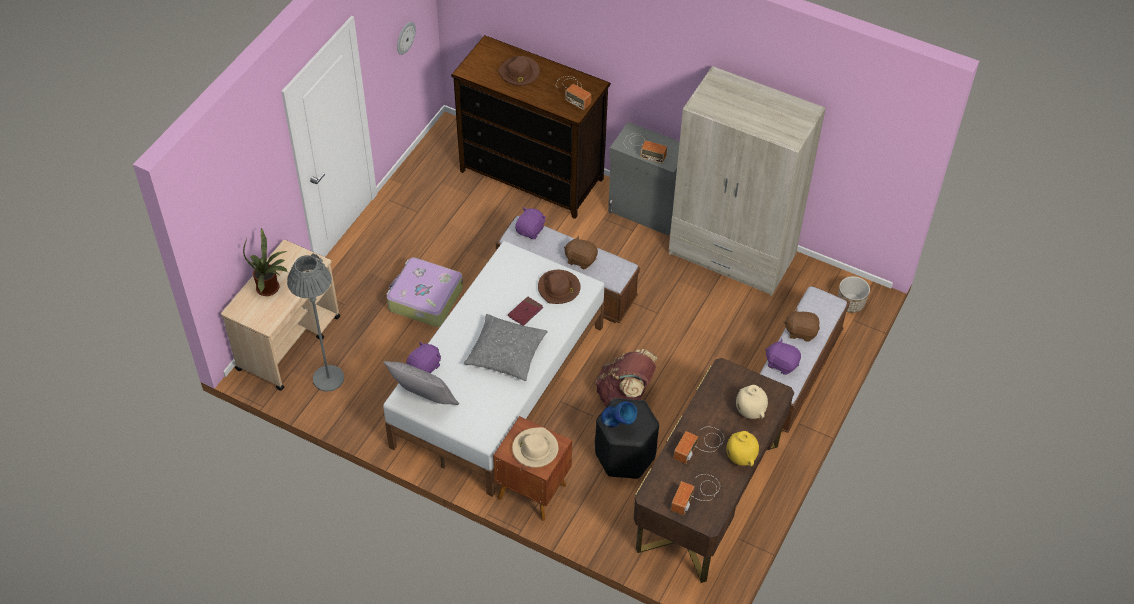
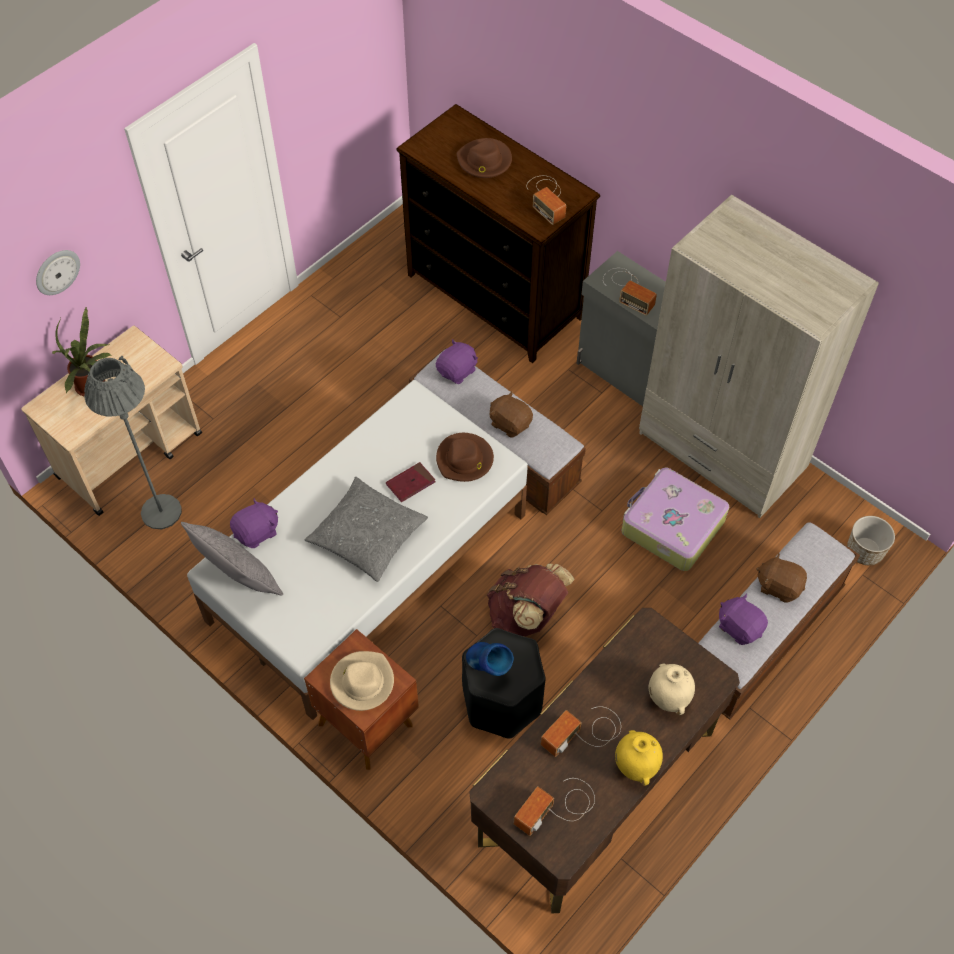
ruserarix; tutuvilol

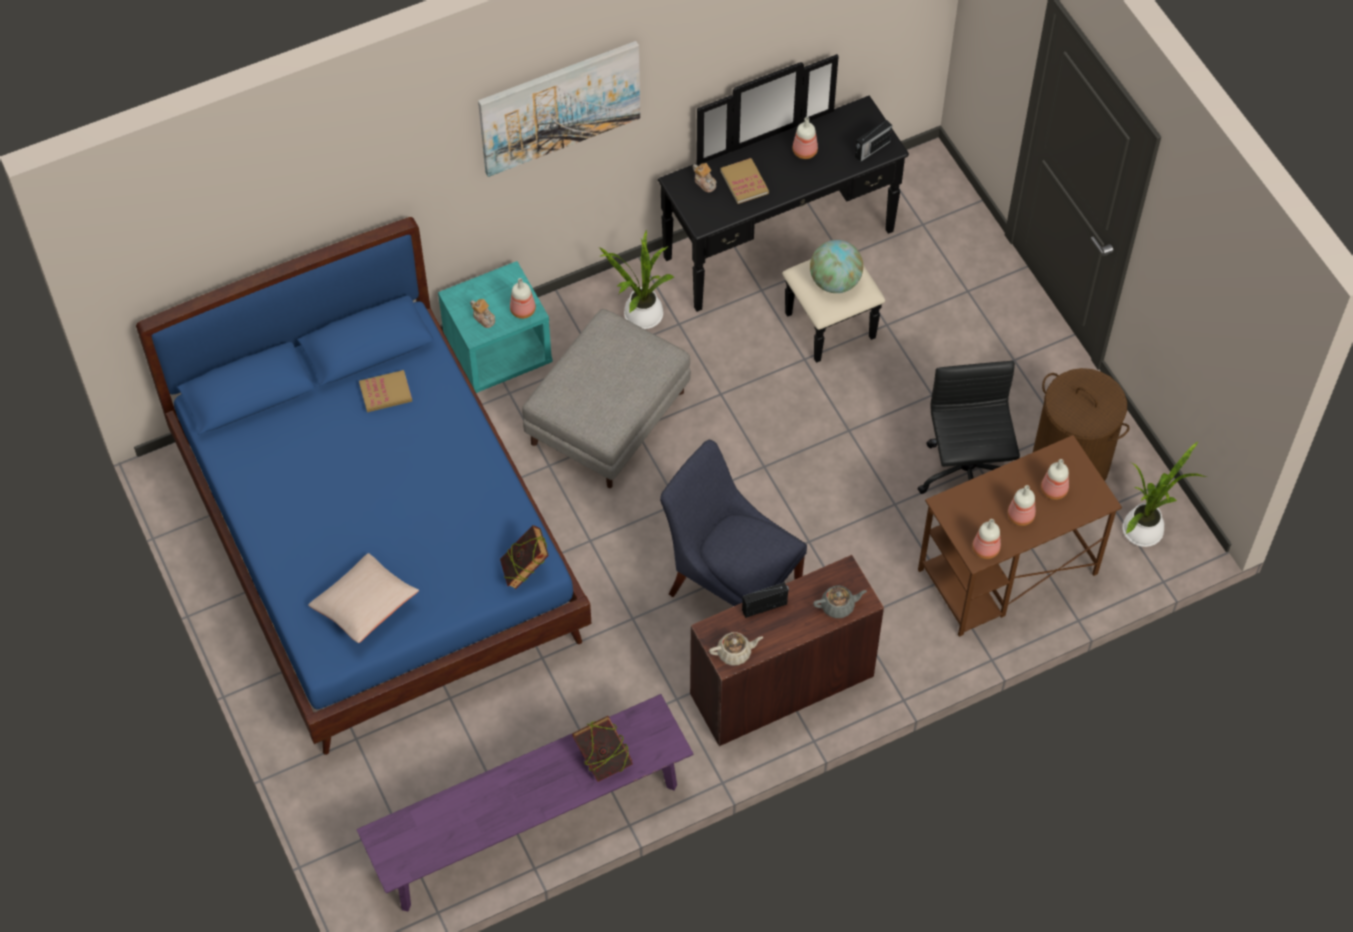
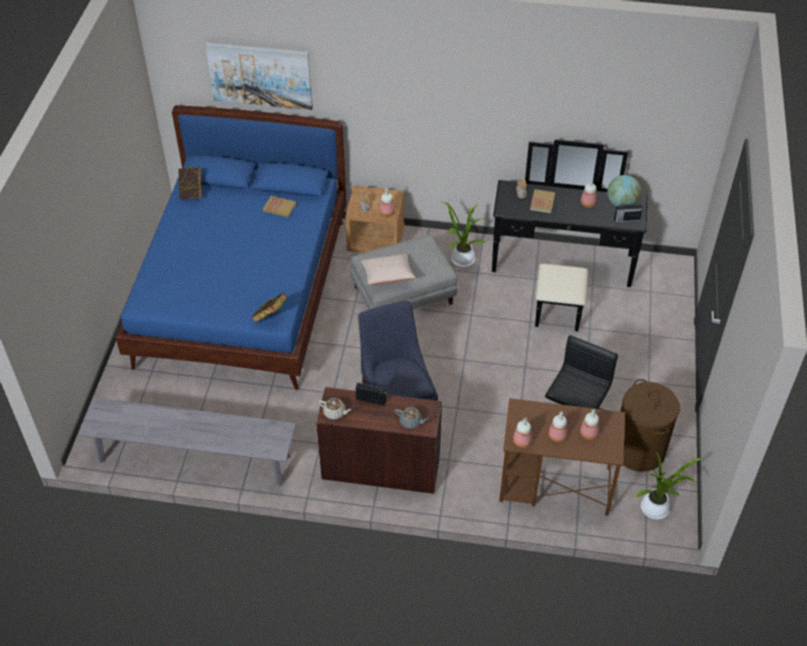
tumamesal; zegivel; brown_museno; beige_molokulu; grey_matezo; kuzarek (no. 1 from left)

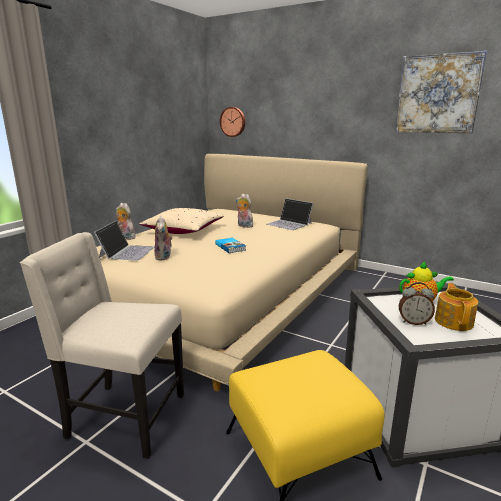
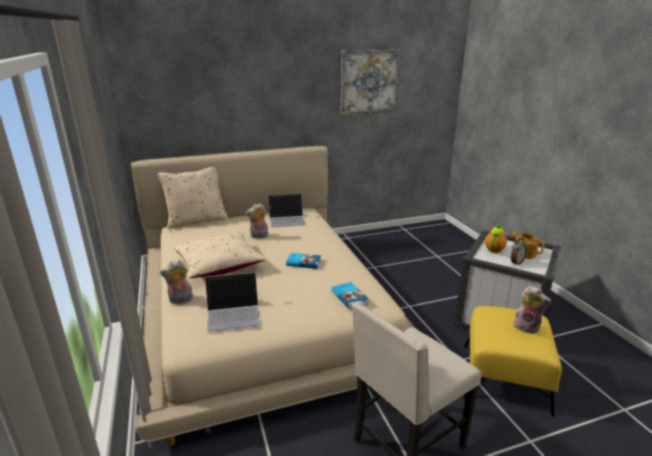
ruserarix; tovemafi (no. 3 from left); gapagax (no. 1 from left); beige_molokulu (no. 1 from left); kuzarek (no. 2 from left)

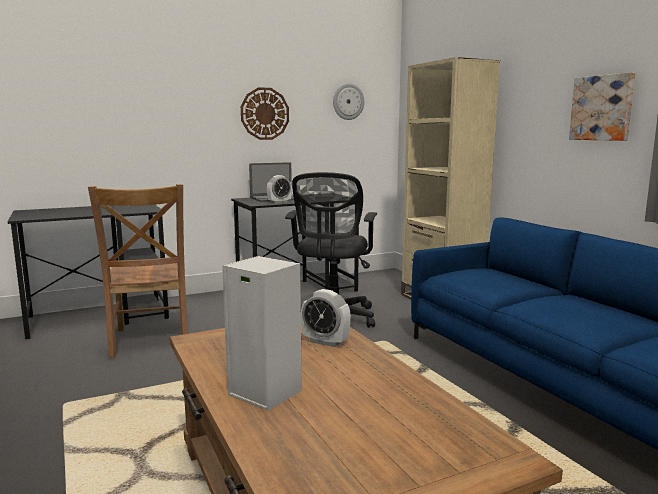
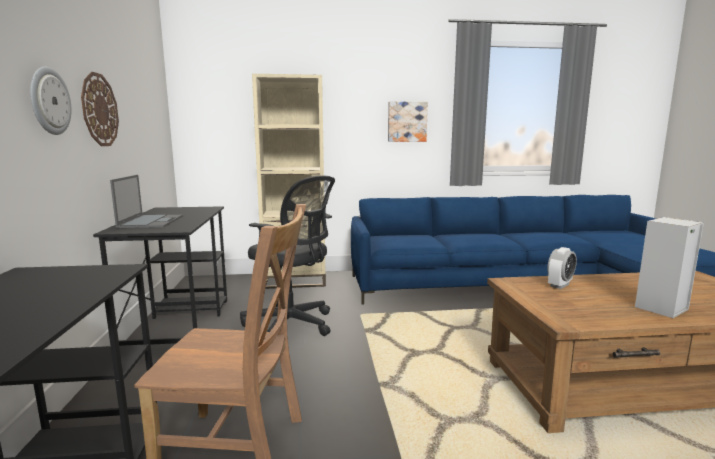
ruserarix (no. 1 from left); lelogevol (no. 1 from left in the first image)

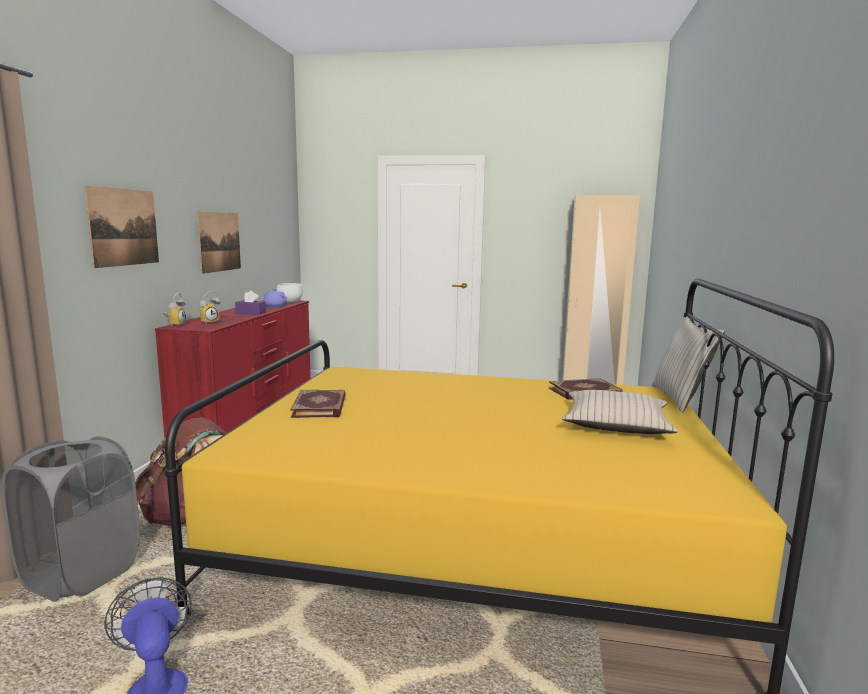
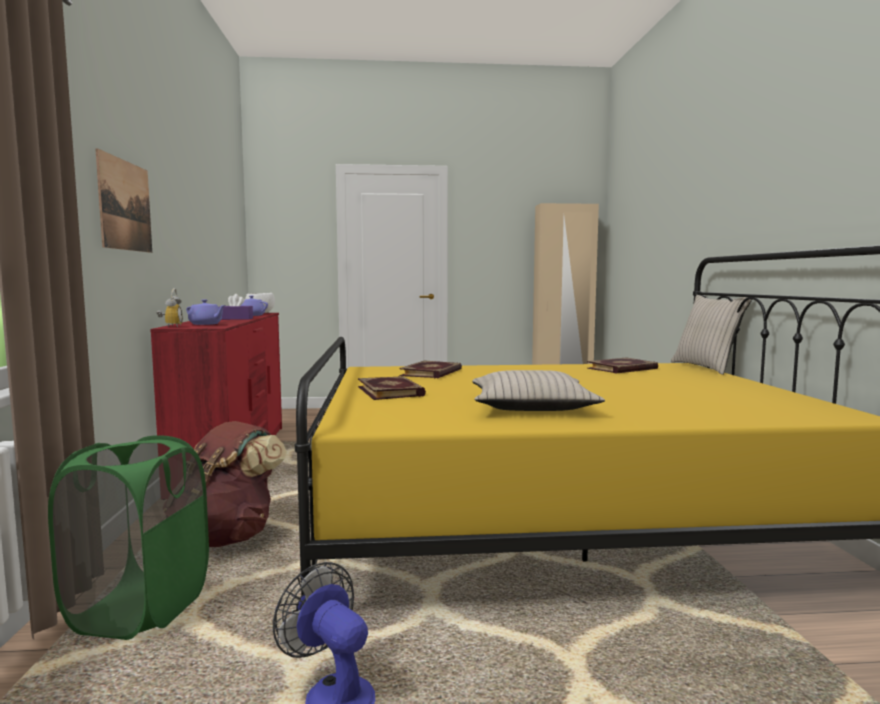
tumamesal (no. 2 from left in the first image); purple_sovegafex (no. 1 from left); beige_molokulu (no. 1 from left); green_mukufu; kuzarek (no. 2 from left)

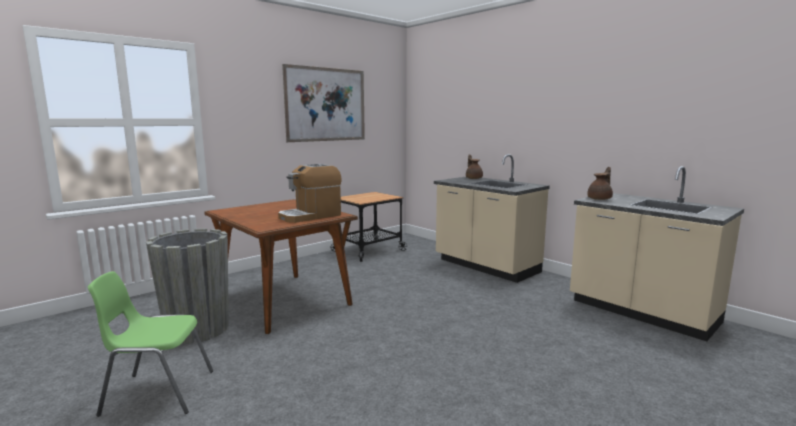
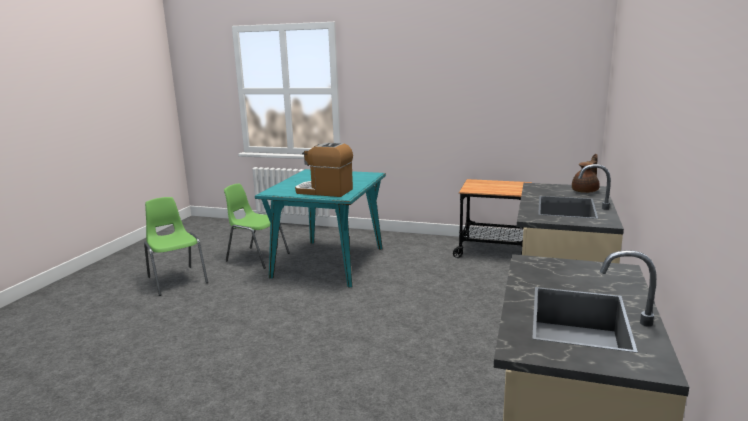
tumamesal; brown_sovegafex (no. 2 from left in the first image); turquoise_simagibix; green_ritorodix (no. 2 from left)

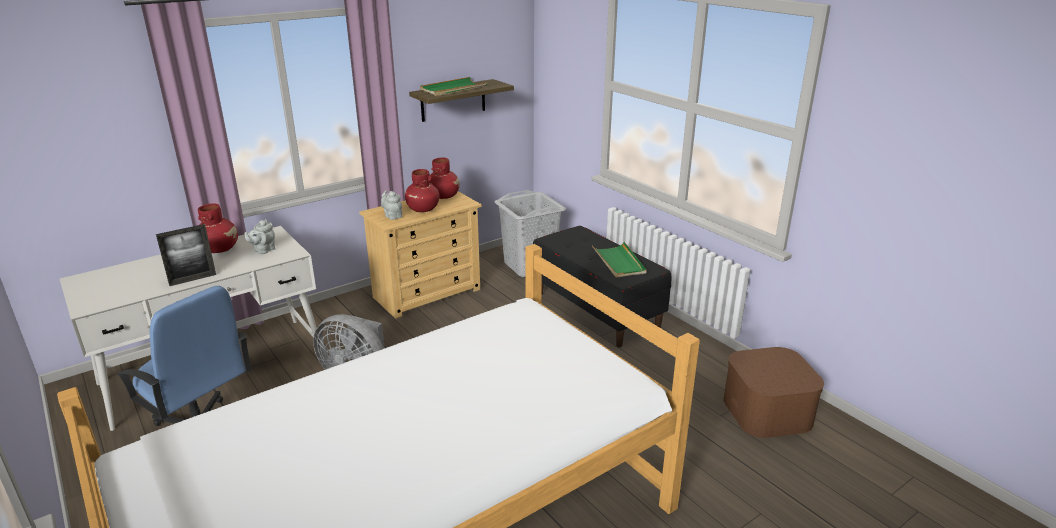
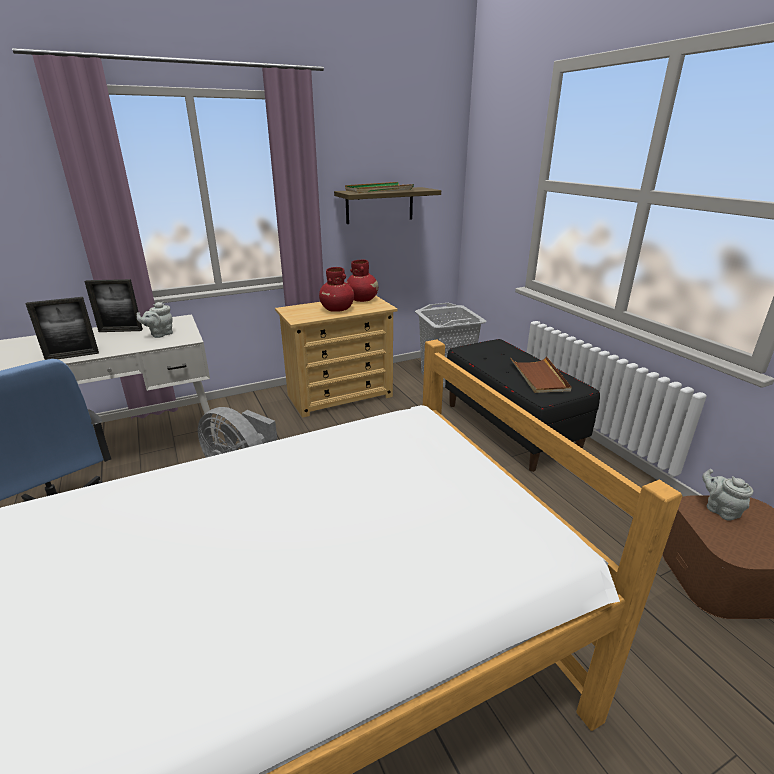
grey_sovegafex (no. 2 from left); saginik (no. 2 from left); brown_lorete

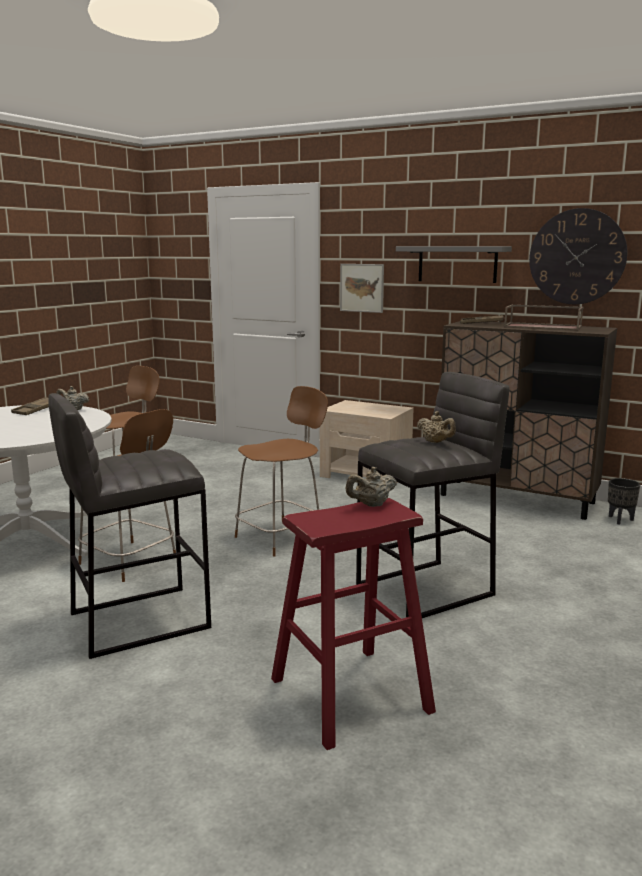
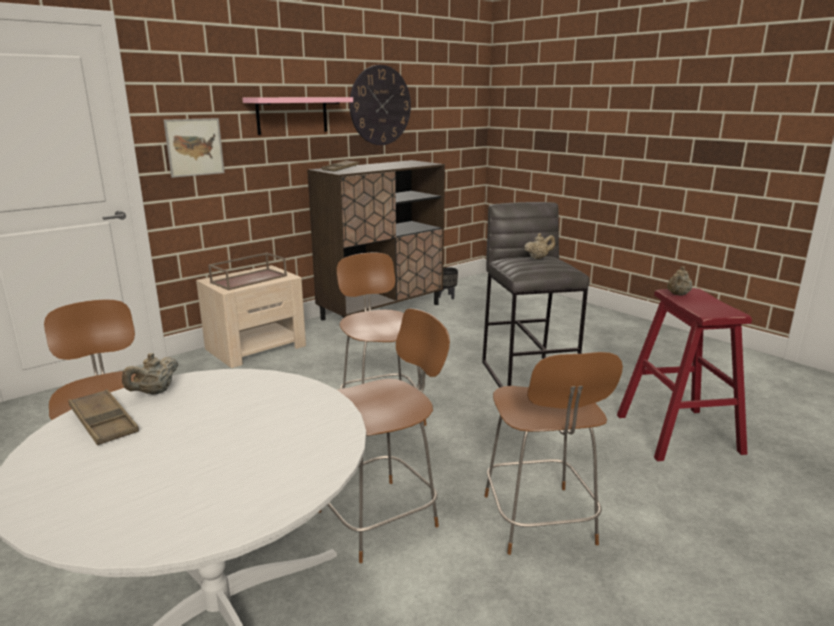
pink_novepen; brown_lorete (no. 2 from left); brown_ritorodix (no. 4 from left); beige_sovegafex (no. 3 from left)

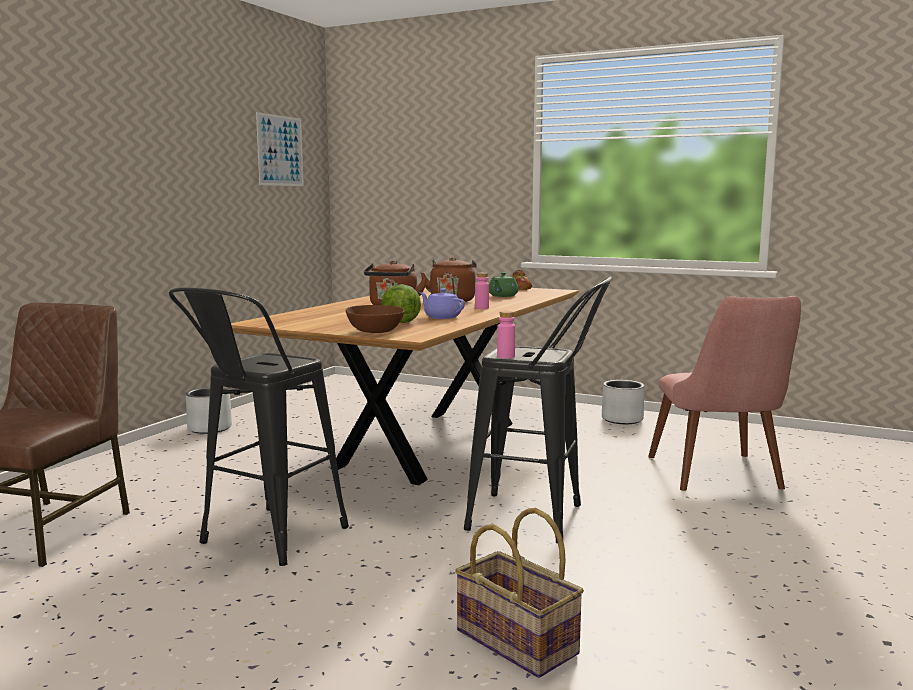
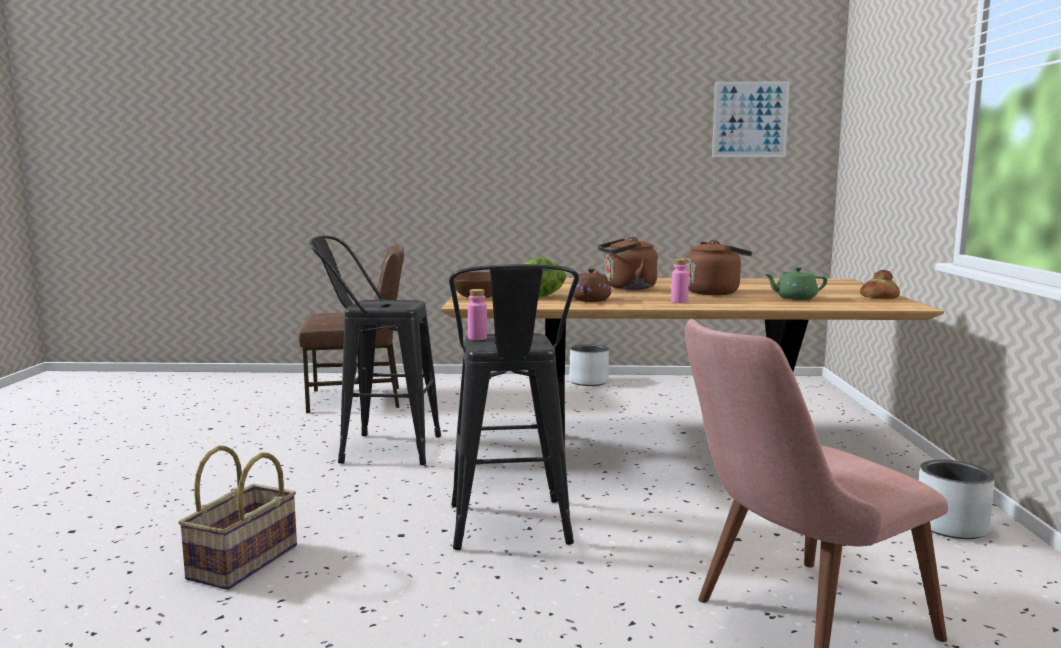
brown_sovegafex

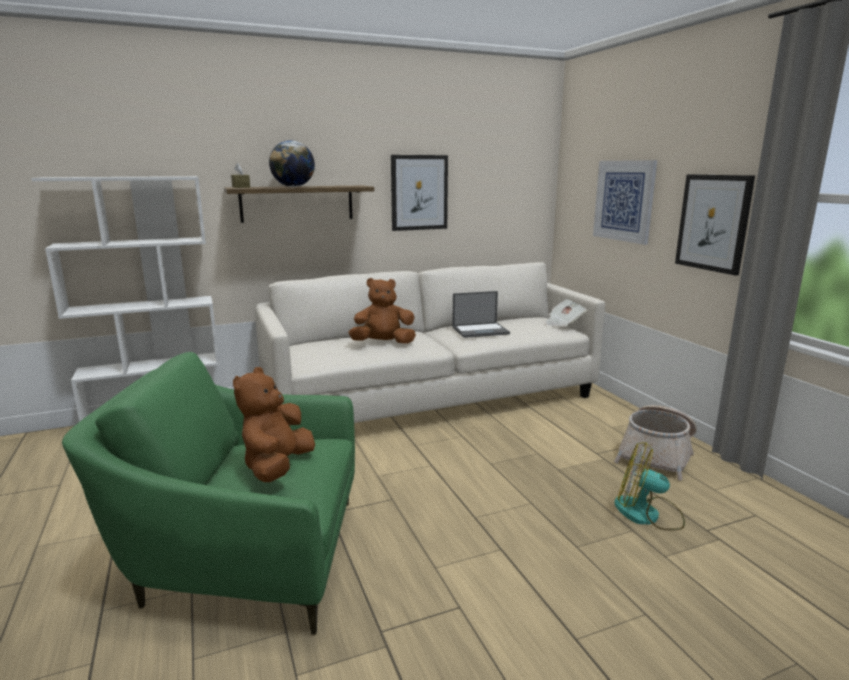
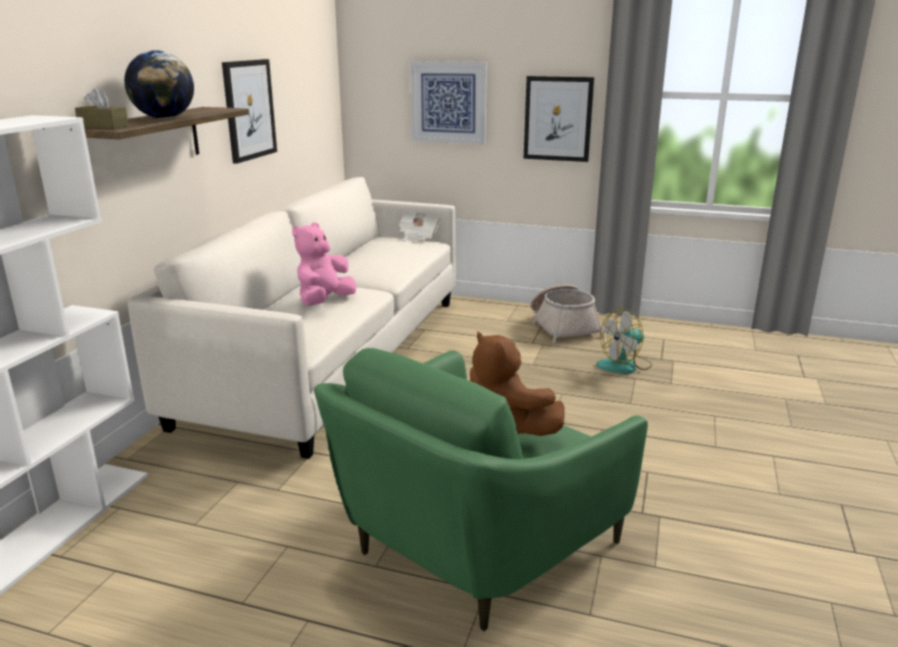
pink_tovemafi; gapagax

